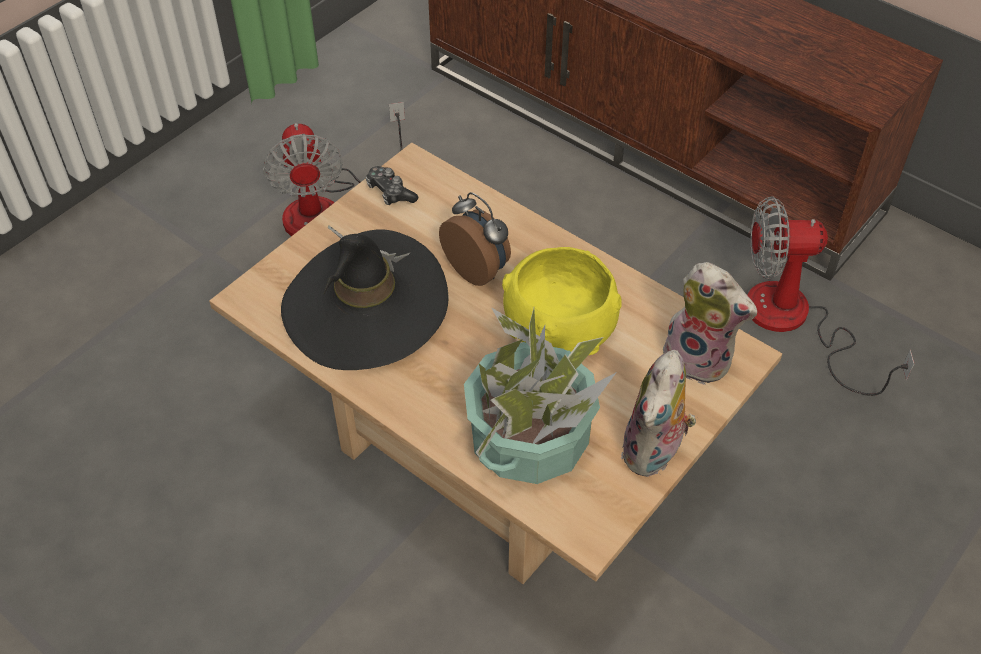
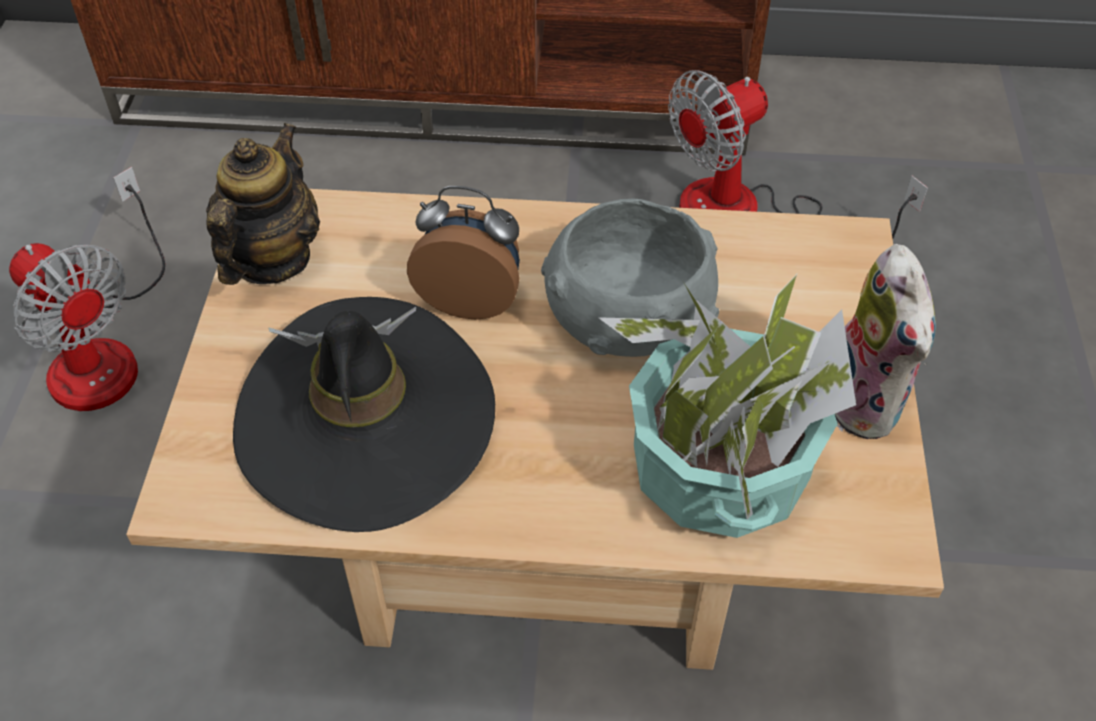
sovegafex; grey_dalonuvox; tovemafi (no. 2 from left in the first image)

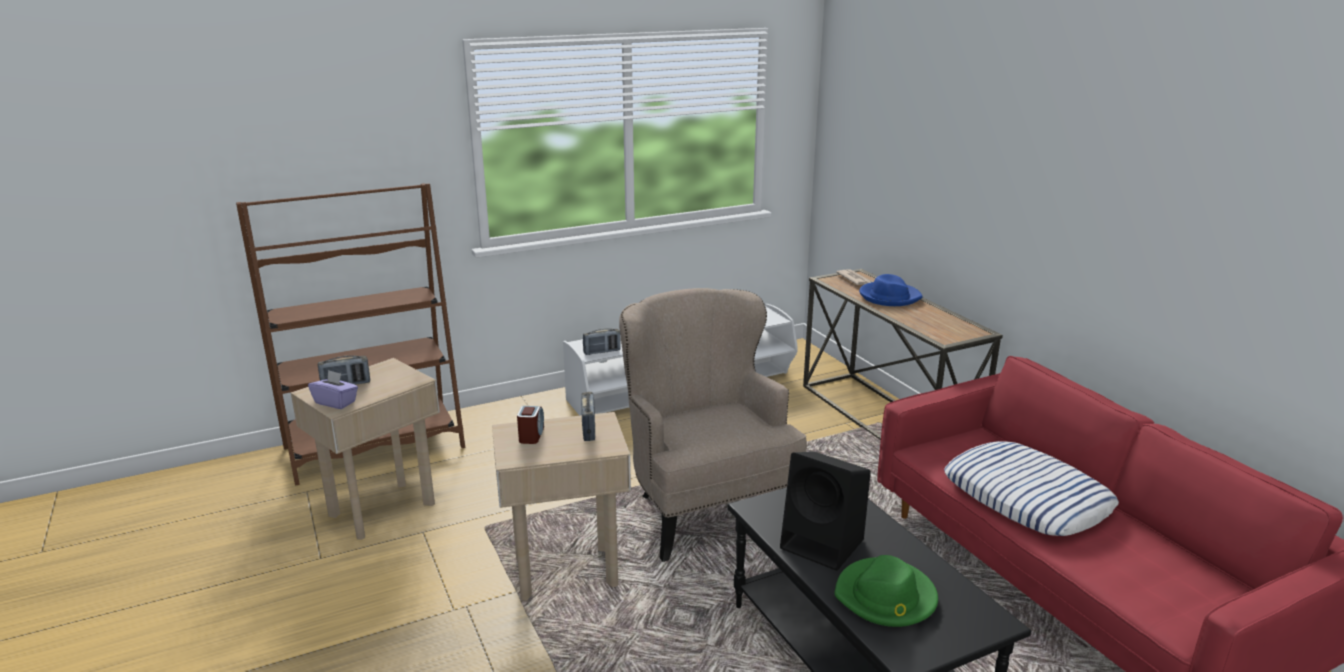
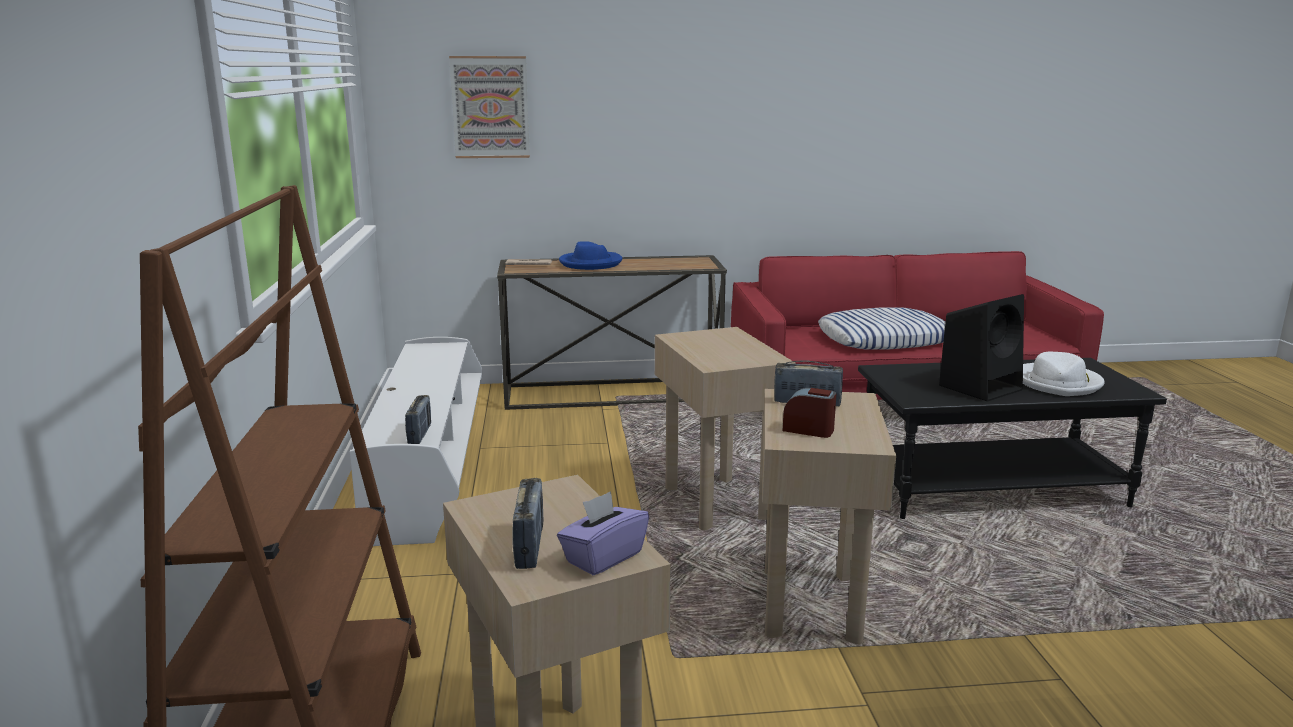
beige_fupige (no. 2 from left); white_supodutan; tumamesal

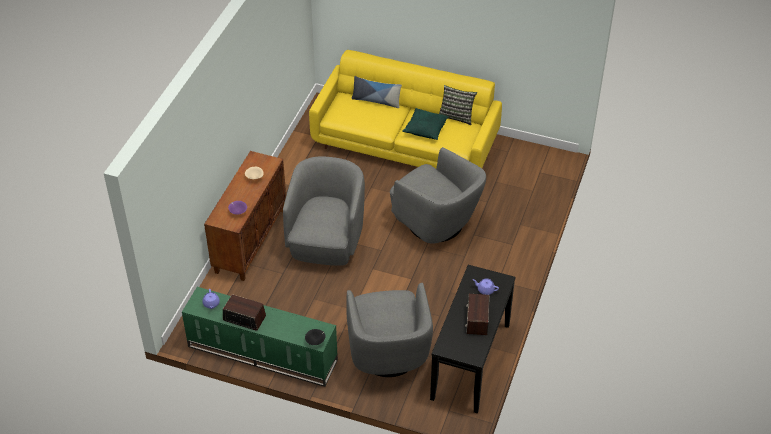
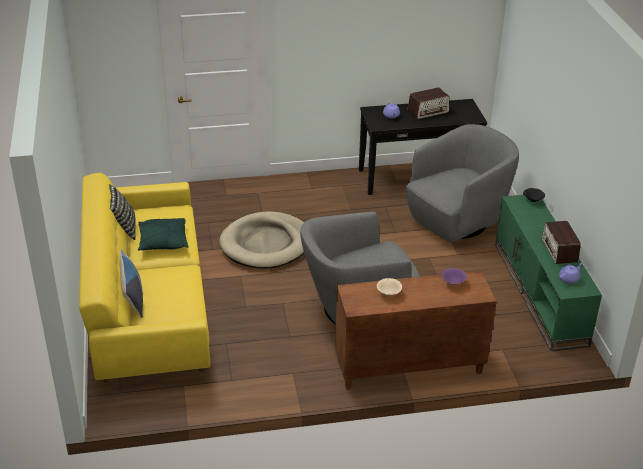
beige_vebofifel

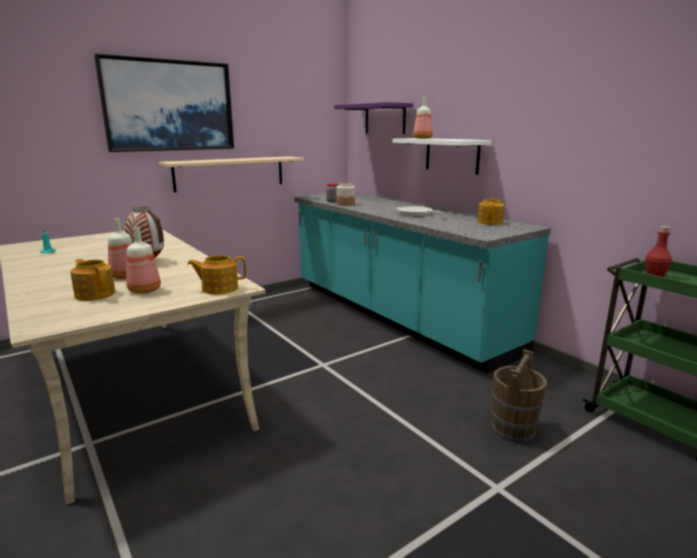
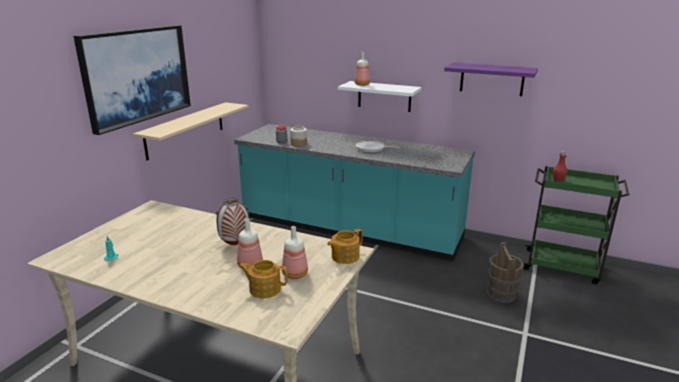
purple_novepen; sovegafex (no. 3 from left in the first image)

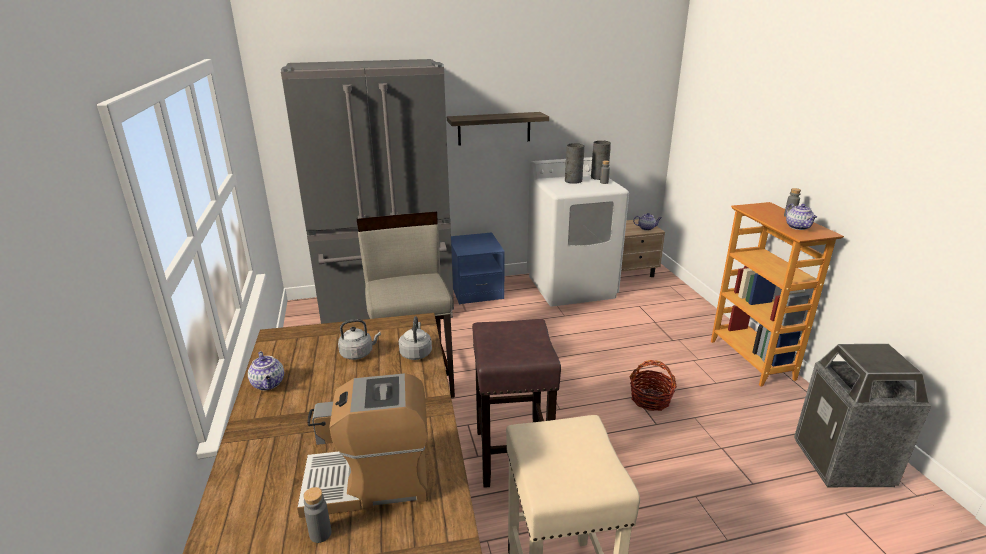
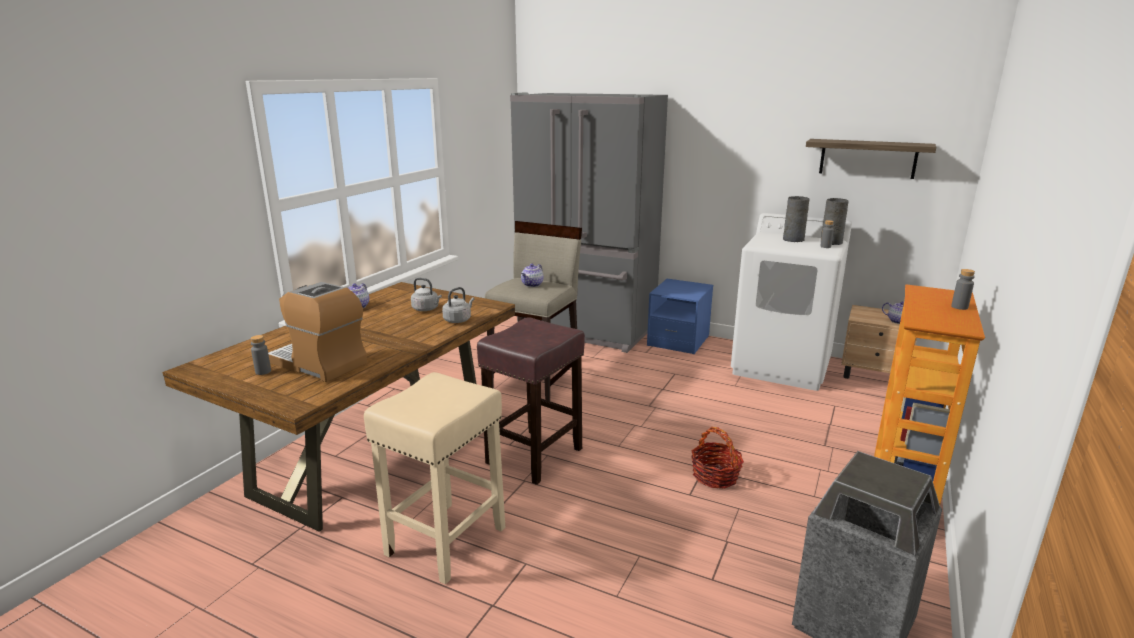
novepen; sovegafex (no. 2 from left)

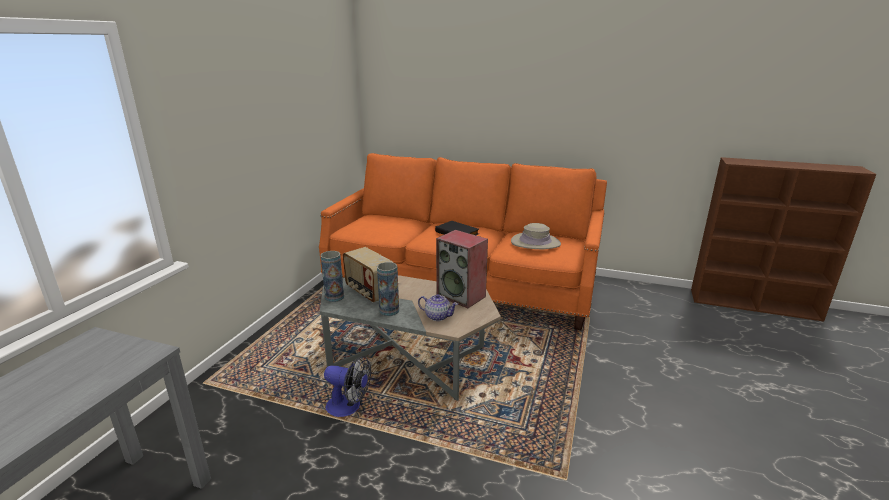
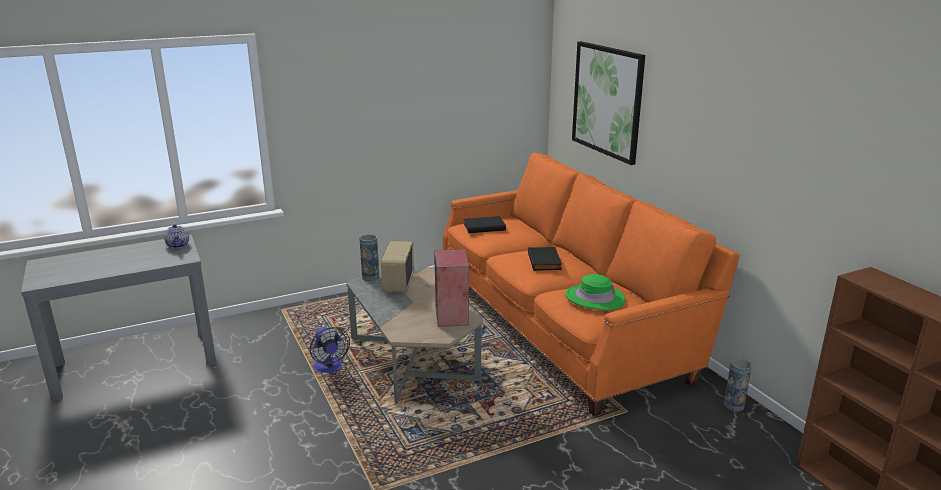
green_supodutan; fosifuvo (no. 2 from left); sovegafex; tumamesal; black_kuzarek (no. 1 from left)

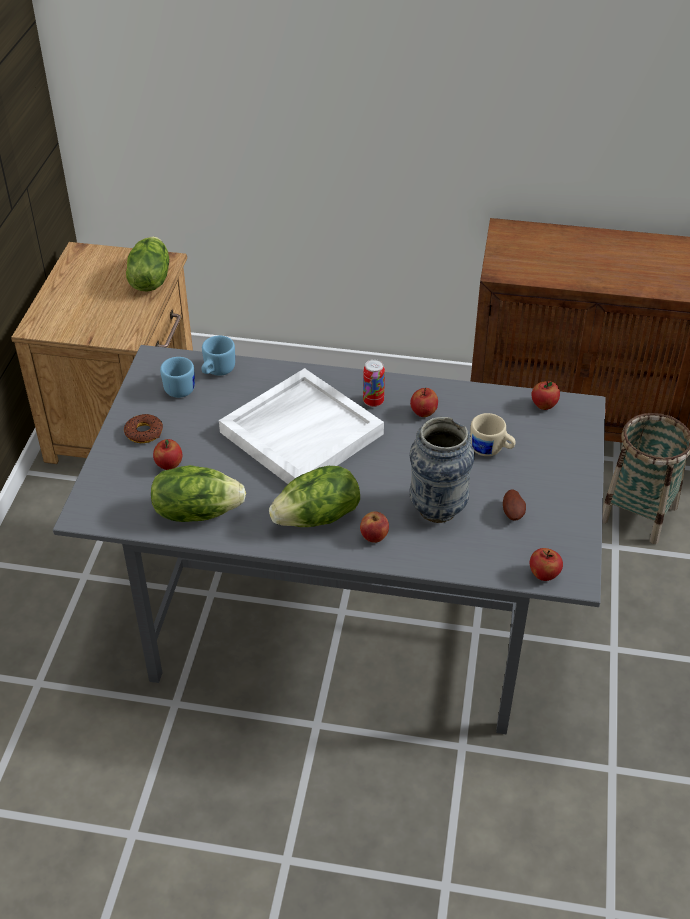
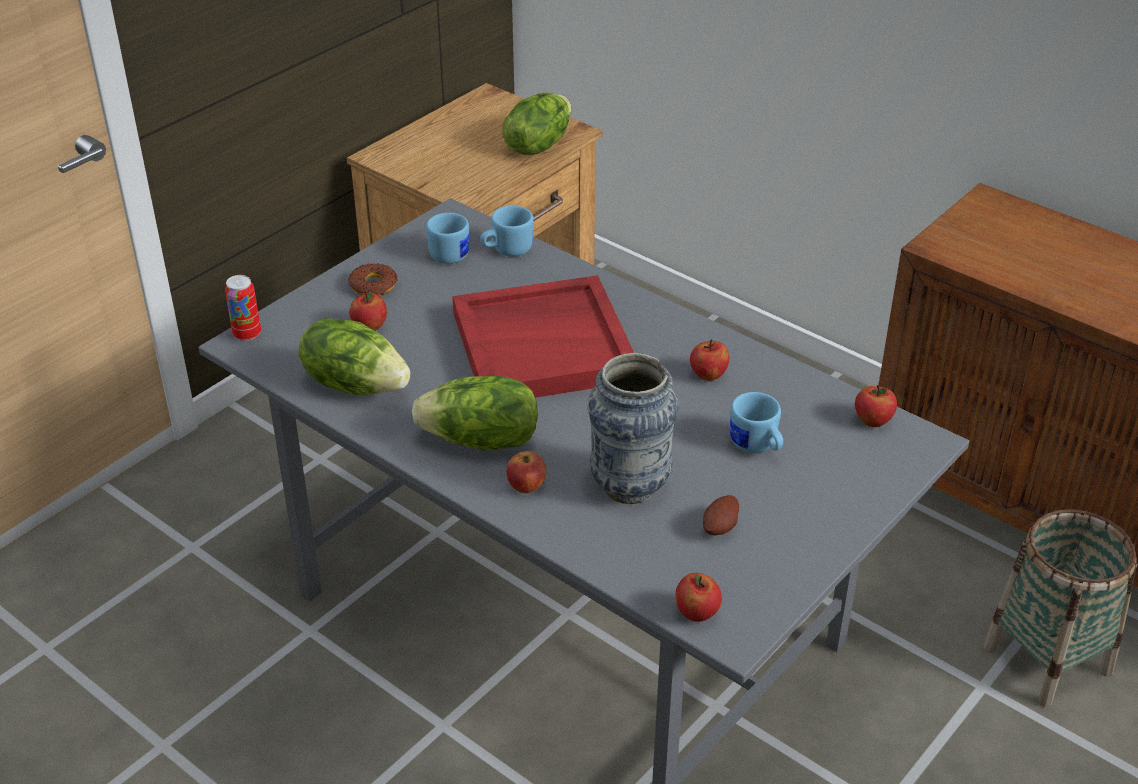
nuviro; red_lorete; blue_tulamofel (no. 3 from left)

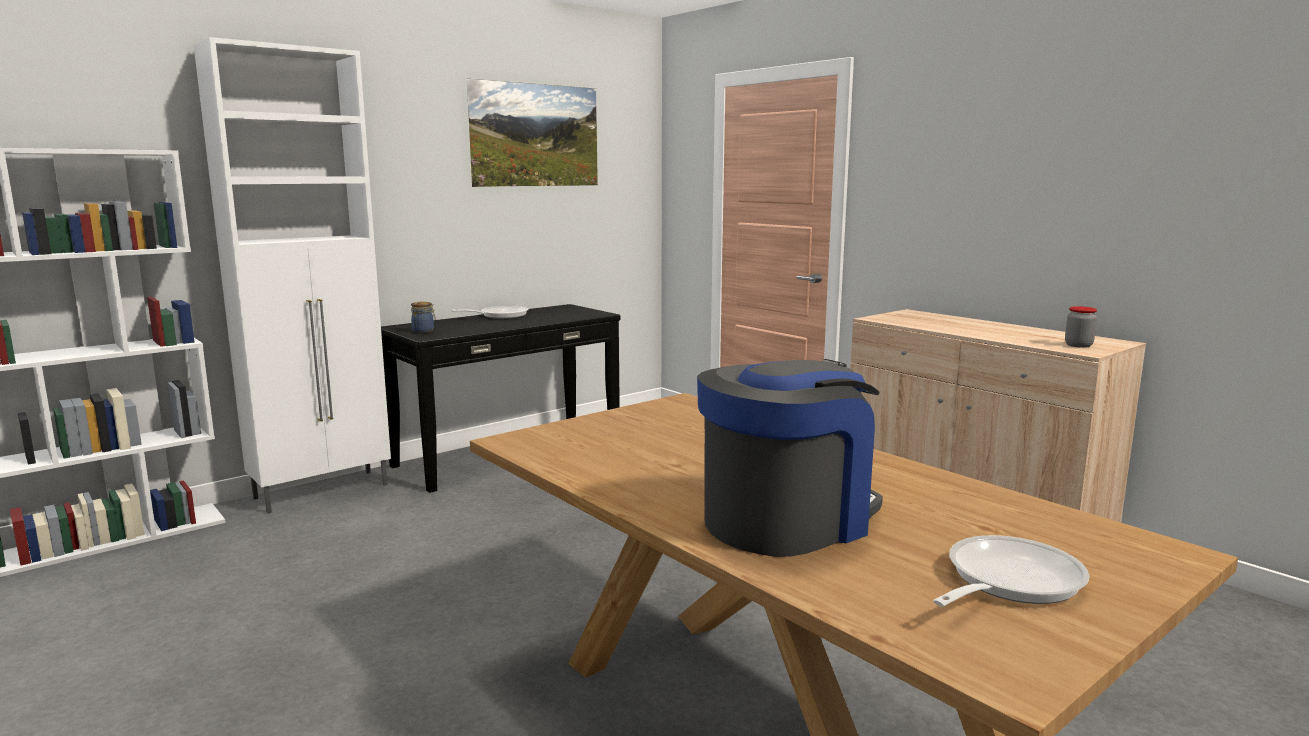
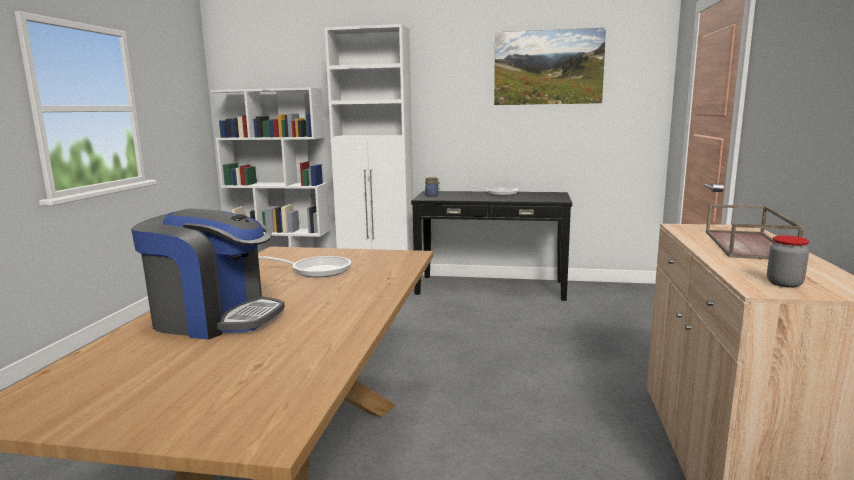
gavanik (no. 1 from left); brown_lorete

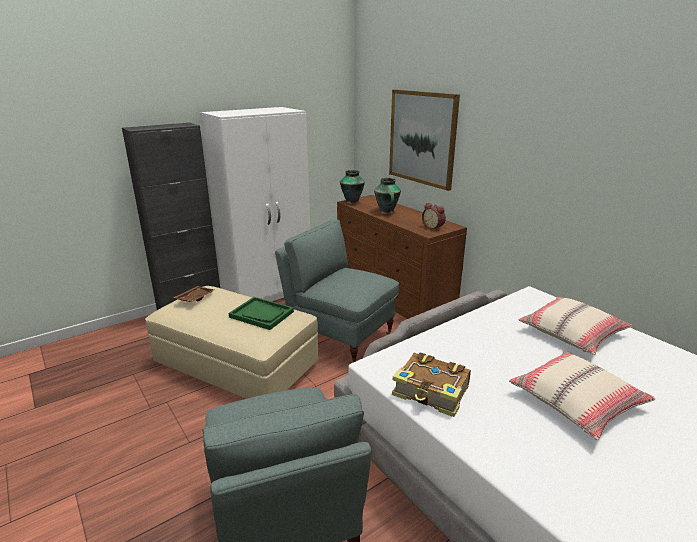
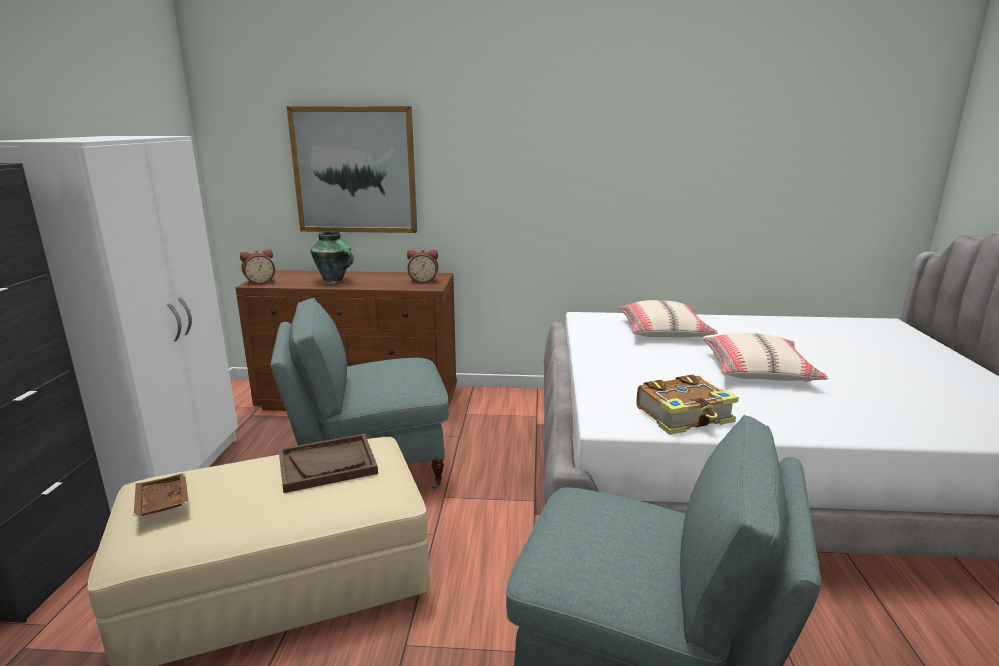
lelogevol (no. 1 from left); brown_lorete (no. 2 from left)

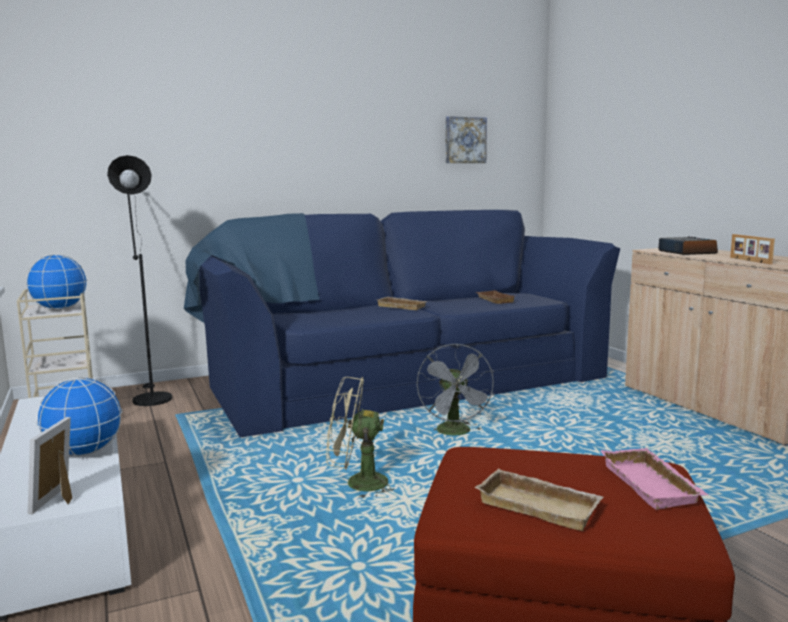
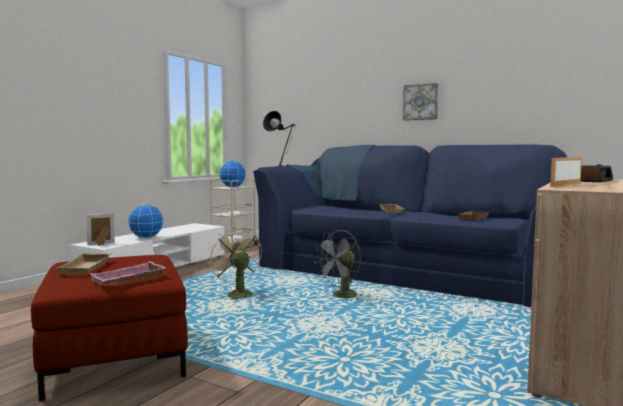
tumamesal

